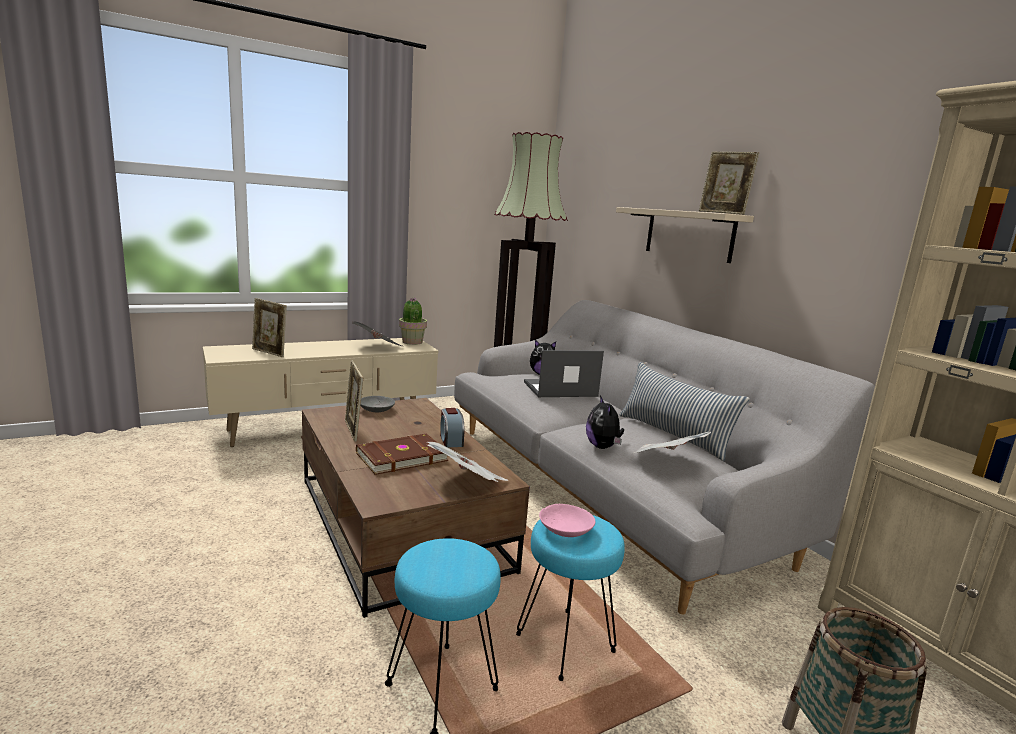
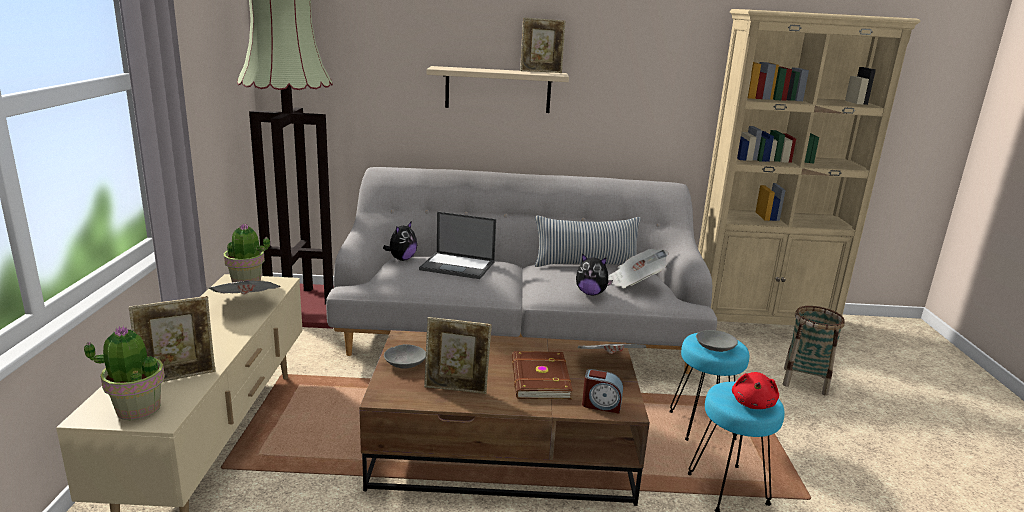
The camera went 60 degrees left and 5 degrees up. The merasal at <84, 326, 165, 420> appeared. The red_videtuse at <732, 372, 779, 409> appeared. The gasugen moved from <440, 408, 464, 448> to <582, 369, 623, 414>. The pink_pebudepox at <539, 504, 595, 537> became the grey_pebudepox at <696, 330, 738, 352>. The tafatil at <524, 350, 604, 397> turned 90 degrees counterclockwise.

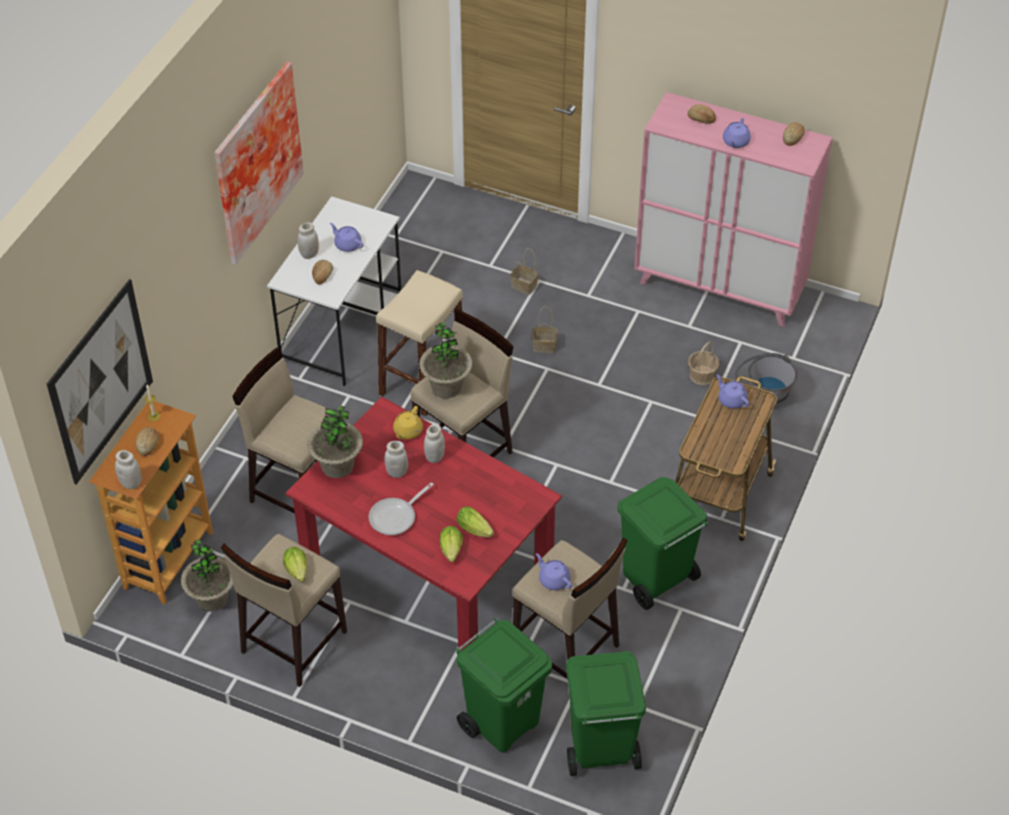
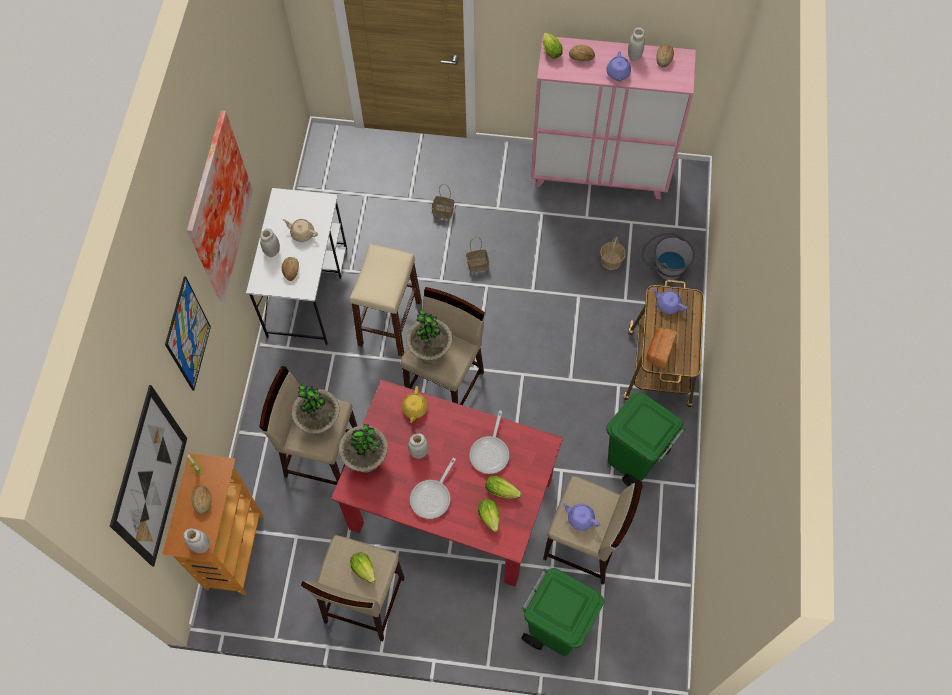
The camera went 15 degrees left and 15 degrees up. The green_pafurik at <566, 651, 646, 776> disappeared. The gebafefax at <165, 276, 211, 391> appeared. The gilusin at <470, 411, 509, 474> appeared. The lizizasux at <543, 32, 563, 59> appeared. The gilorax at <646, 328, 677, 369> appeared. The merasal moved from <181, 539, 233, 612> to <292, 384, 340, 435>. The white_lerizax moved from <424, 424, 445, 463> to <628, 27, 645, 61>. The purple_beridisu at <330, 223, 363, 252> became the beige_beridisu at <282, 219, 318, 242>.

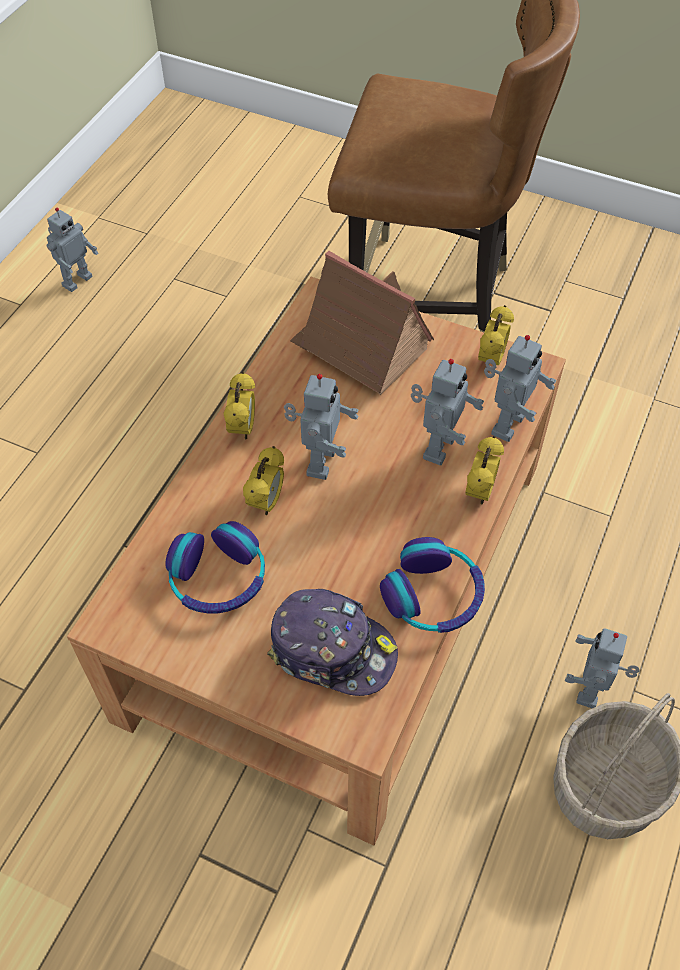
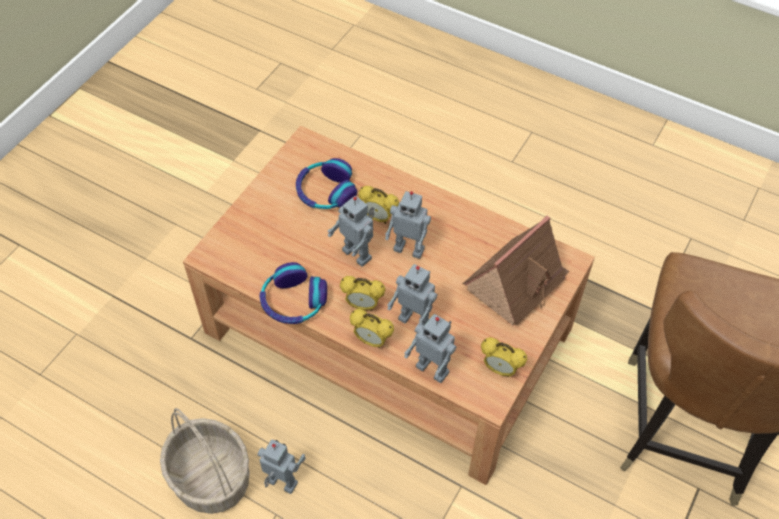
The camera went 95 degrees right and 0 degrees up. The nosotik at <267, 589, 398, 696> disappeared. The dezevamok moved from <46, 208, 99, 292> to <327, 196, 375, 267>. The gasugen moved from <223, 372, 255, 439> to <340, 276, 385, 311>.

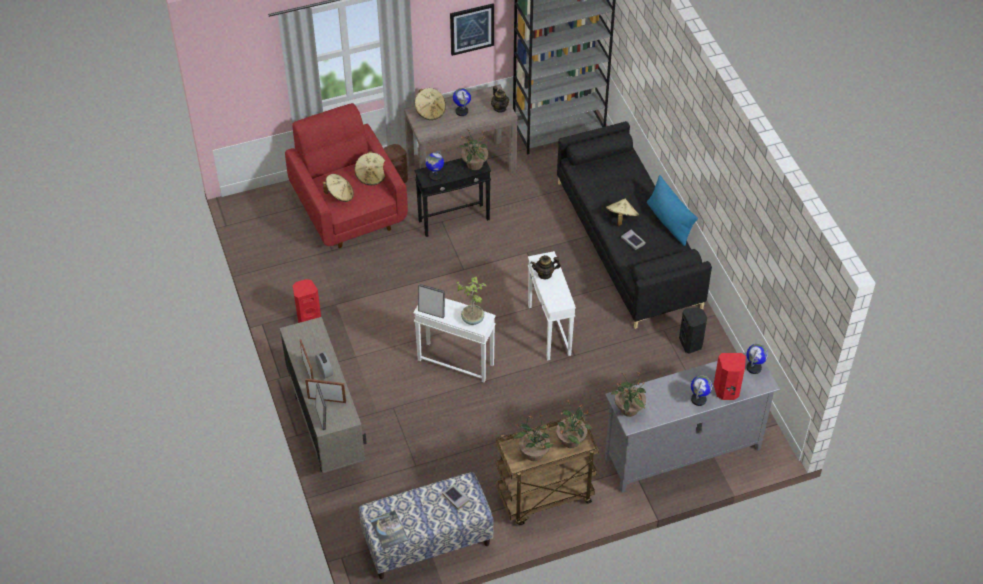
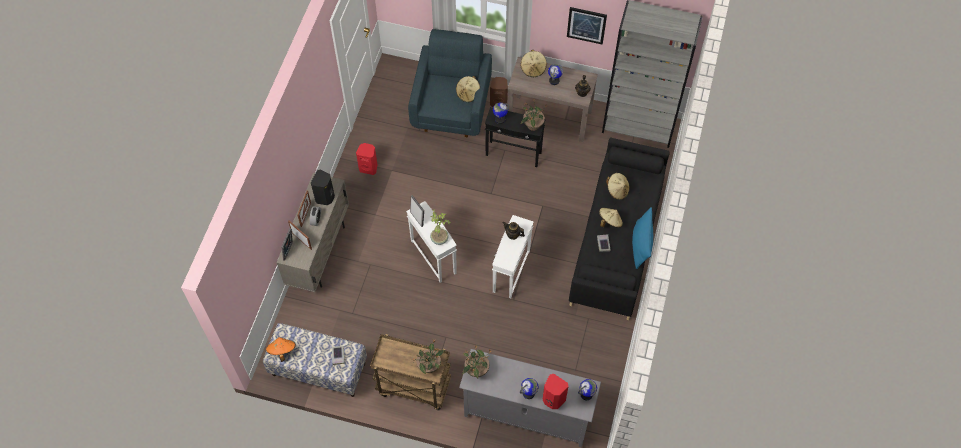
The camera went 35 degrees right and 10 degrees up. The merasal at <513, 414, 554, 461> disappeared. The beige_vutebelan moved from <323, 174, 354, 202> to <606, 173, 630, 200>. The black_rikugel moved from <679, 307, 707, 354> to <311, 170, 335, 205>. The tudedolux at <370, 510, 409, 550> was replaced by the orange_vutebelan at <266, 337, 296, 362>. The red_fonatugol at <285, 103, 408, 248> became the blue_fonatugol at <408, 29, 492, 137>.

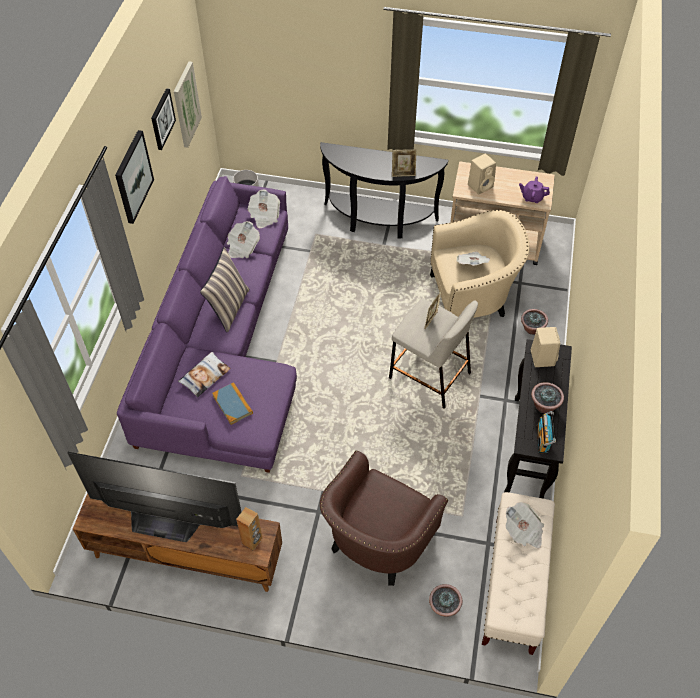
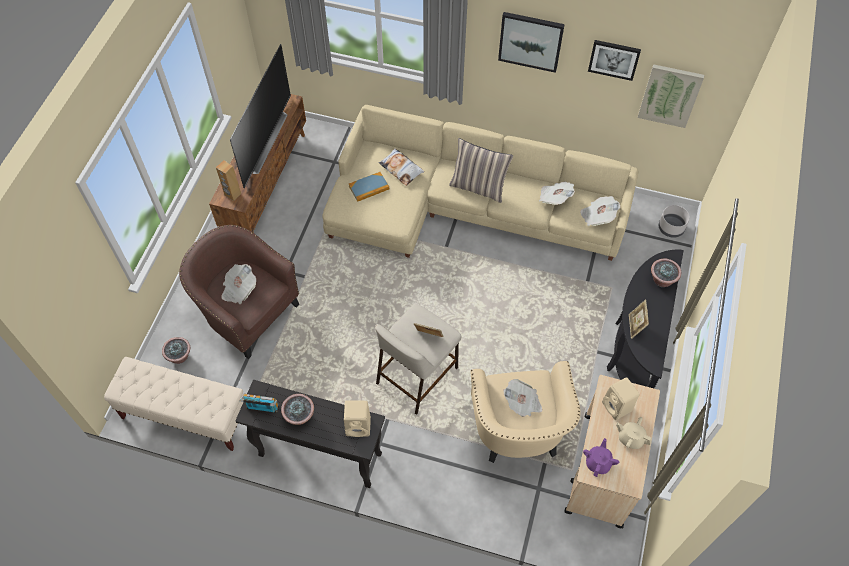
The camera went 95 degrees right and 5 degrees up. The beige_beridisu at <616, 417, 652, 449> appeared. The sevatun moved from <506, 502, 544, 549> to <221, 264, 256, 304>. The merasal moved from <521, 309, 548, 335> to <651, 259, 681, 287>. The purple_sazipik at <117, 176, 297, 473> became the beige_sazipik at <322, 105, 638, 261>.

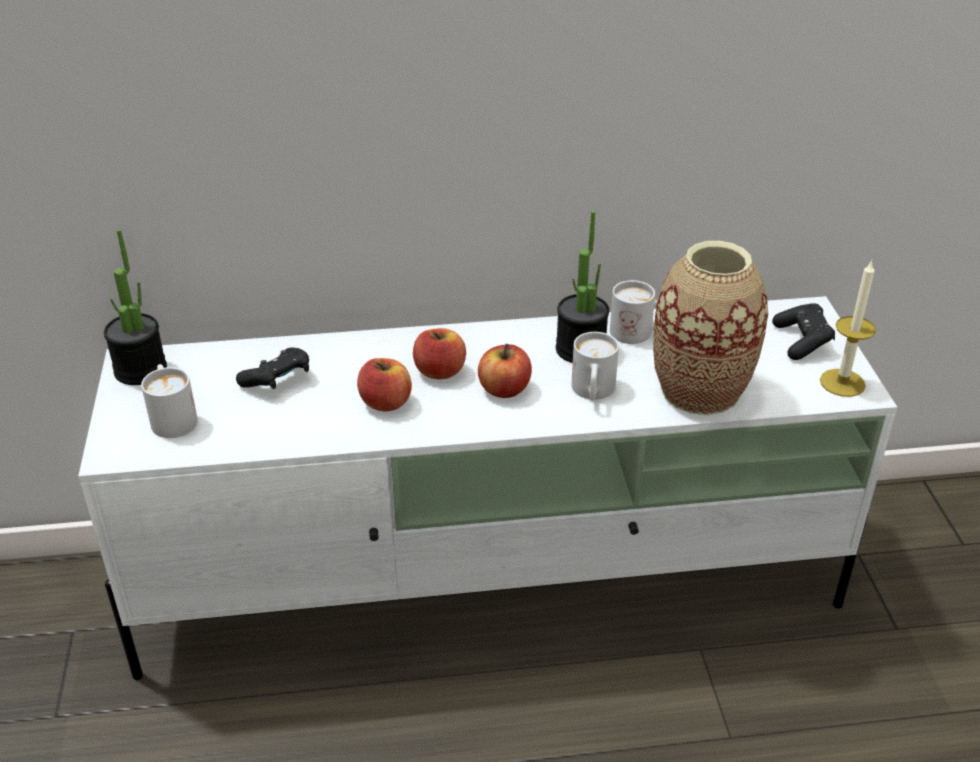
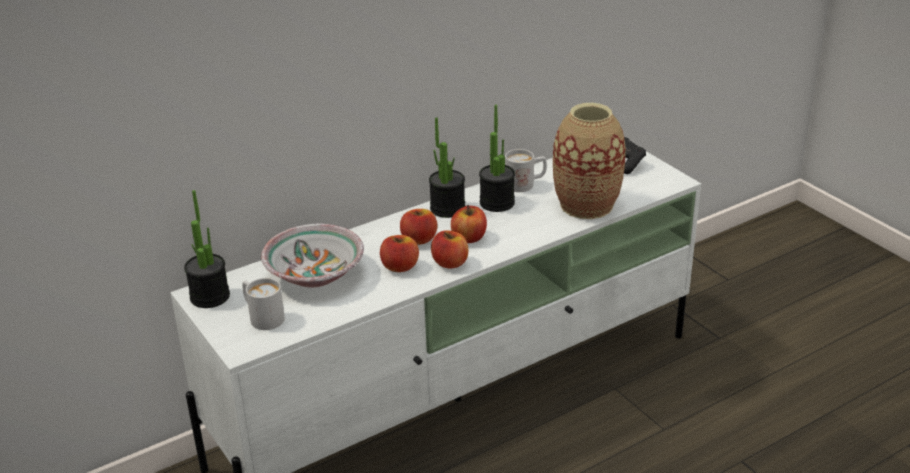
The camera went 25 degrees left and 5 degrees down. The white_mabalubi at <572, 332, 619, 401> disappeared. The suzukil at <820, 260, 876, 397> disappeared. The merasal at <429, 117, 465, 218> appeared. The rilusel at <431, 230, 468, 269> appeared. The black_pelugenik at <236, 348, 309, 389> was replaced by the pebudepox at <261, 224, 364, 288>.

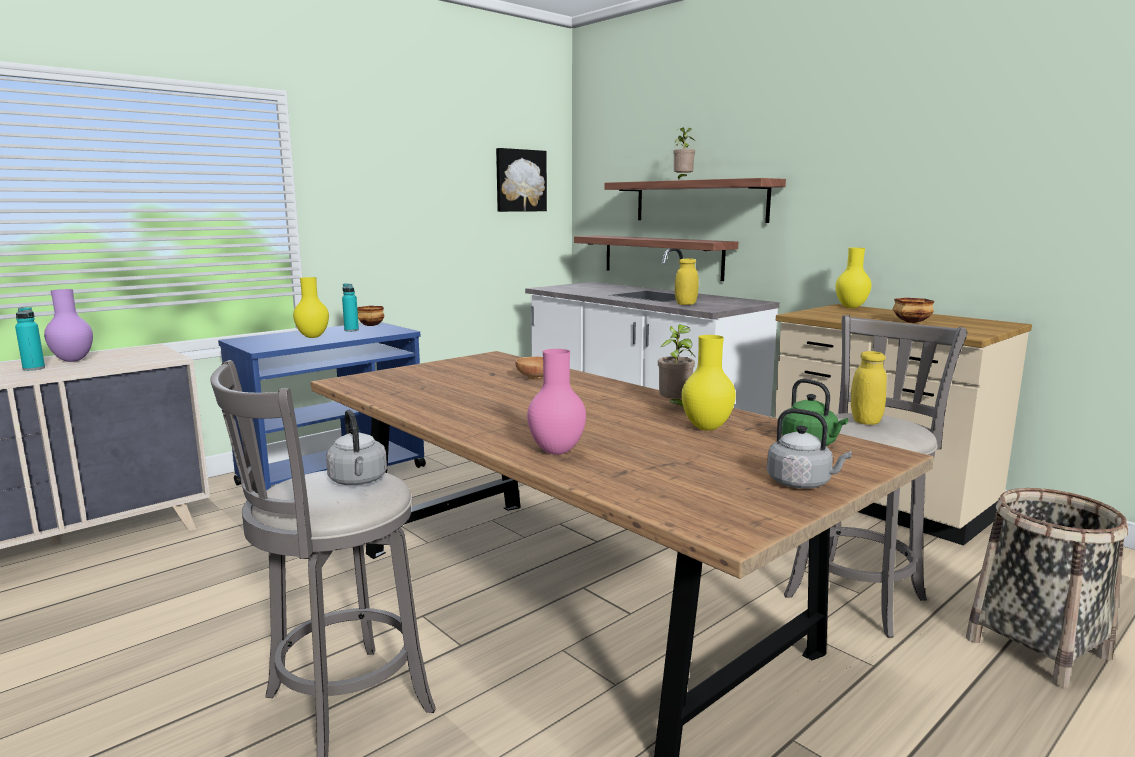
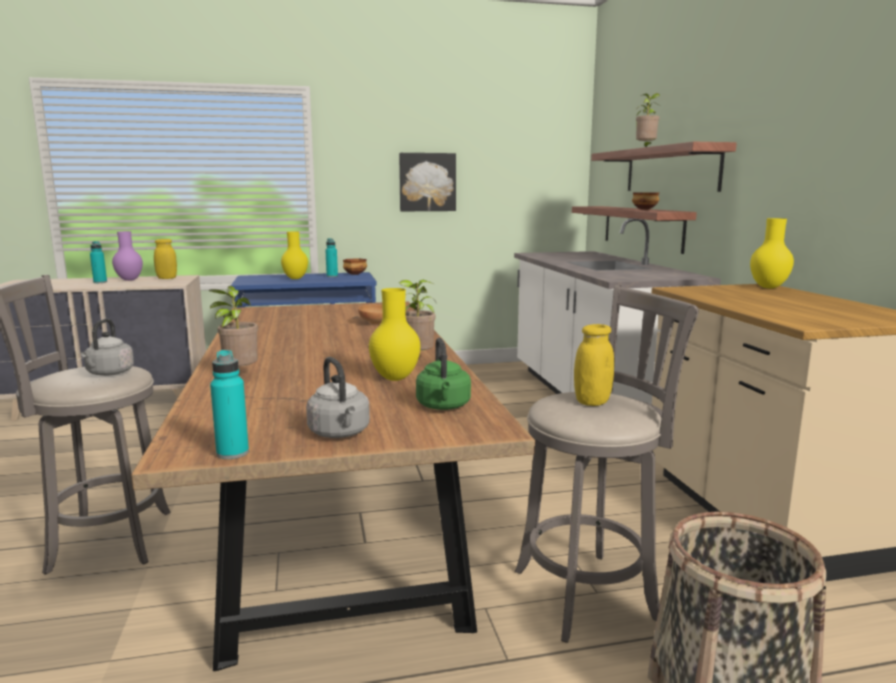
The camera went 30 degrees right and 0 degrees up. The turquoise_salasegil at <210, 350, 249, 459> appeared. The gebafefax moved from <496, 148, 547, 212> to <399, 153, 456, 211>. The yellow_lerizax moved from <675, 258, 699, 305> to <154, 239, 177, 279>. The pebudepox moved from <893, 298, 934, 323> to <632, 193, 659, 210>. The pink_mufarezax at <527, 349, 586, 455> was replaced by the merasal at <209, 286, 258, 366>.

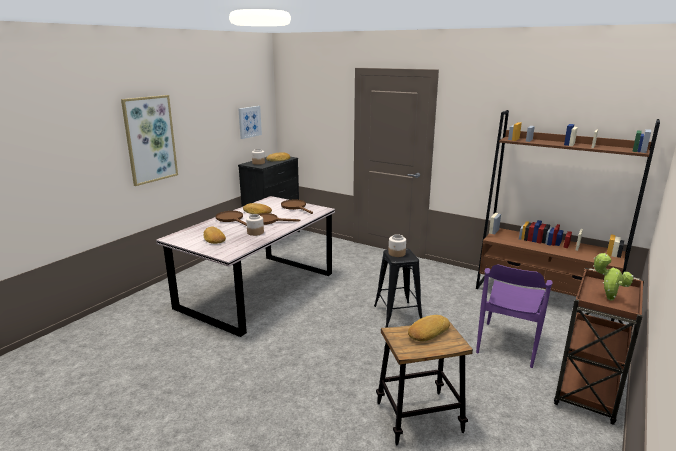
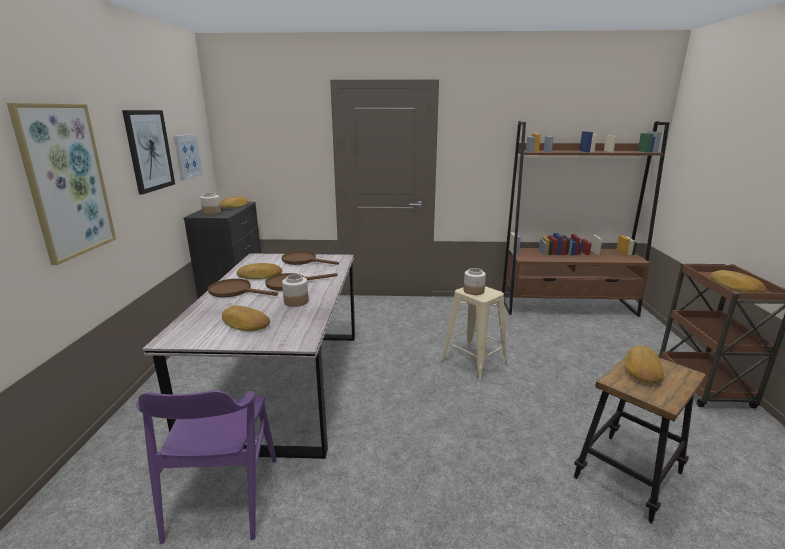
The camera went 30 degrees left and 0 degrees up. The gebafefax at <122, 110, 175, 194> appeared. The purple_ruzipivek moved from <476, 265, 553, 368> to <136, 390, 276, 544>. The merasal at <594, 253, 633, 301> was replaced by the gilorax at <710, 270, 767, 293>. The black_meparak at <374, 248, 422, 328> became the beige_meparak at <440, 286, 508, 382>.

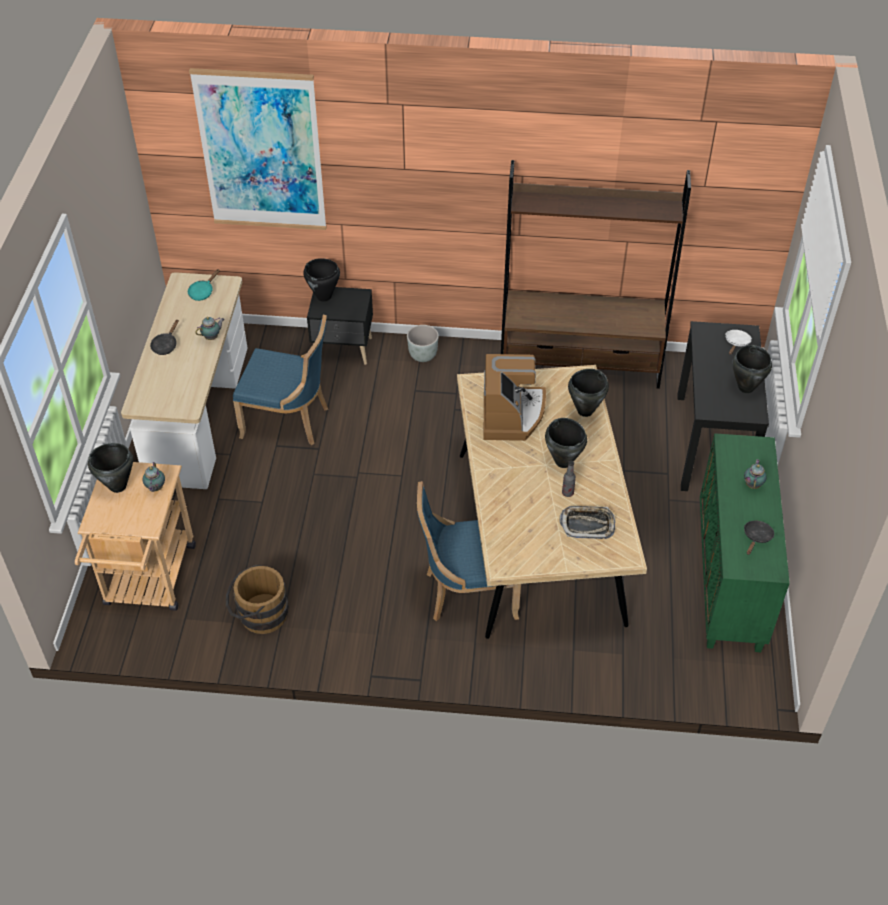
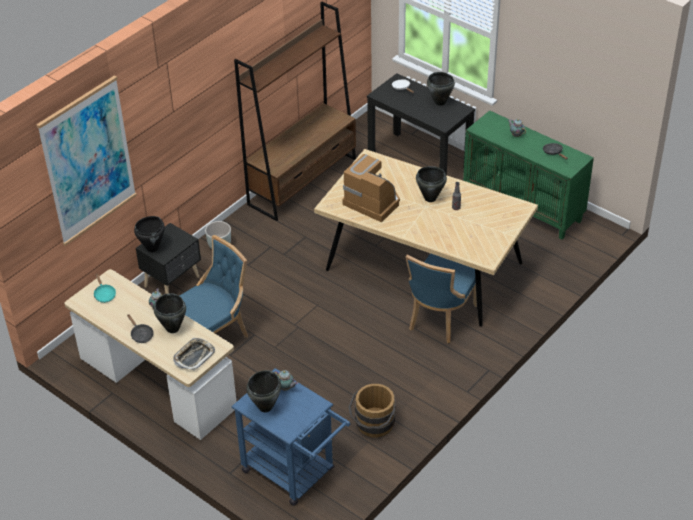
The camera went 55 degrees left and 5 degrees down. The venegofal moved from <560, 506, 615, 539> to <173, 338, 215, 370>. The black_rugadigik moved from <568, 369, 609, 417> to <154, 293, 186, 333>. The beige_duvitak at <75, 462, 196, 611> became the blue_duvitak at <231, 368, 350, 506>.

